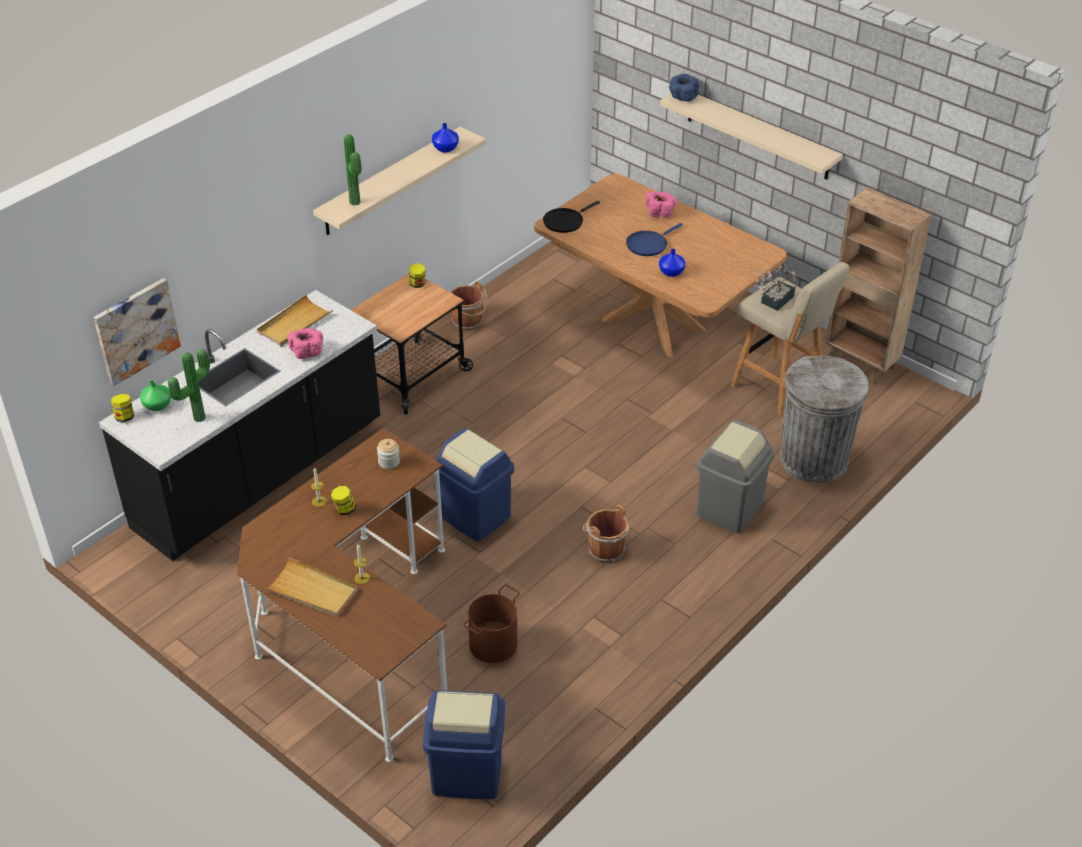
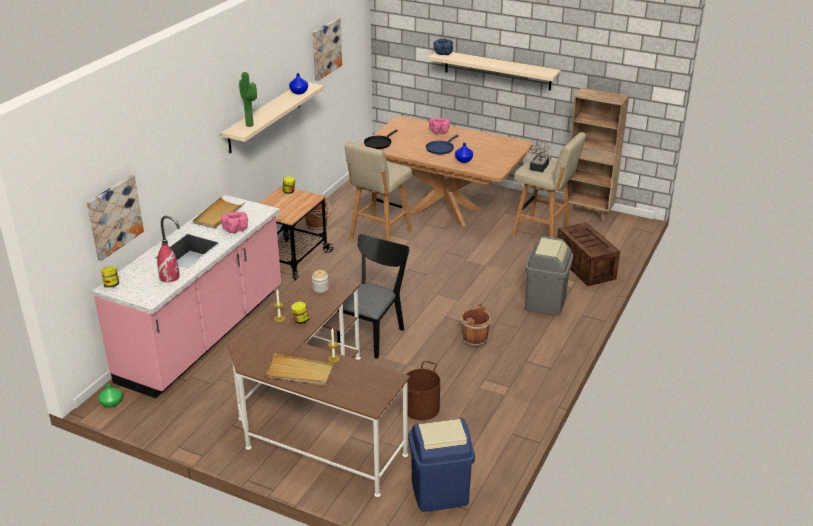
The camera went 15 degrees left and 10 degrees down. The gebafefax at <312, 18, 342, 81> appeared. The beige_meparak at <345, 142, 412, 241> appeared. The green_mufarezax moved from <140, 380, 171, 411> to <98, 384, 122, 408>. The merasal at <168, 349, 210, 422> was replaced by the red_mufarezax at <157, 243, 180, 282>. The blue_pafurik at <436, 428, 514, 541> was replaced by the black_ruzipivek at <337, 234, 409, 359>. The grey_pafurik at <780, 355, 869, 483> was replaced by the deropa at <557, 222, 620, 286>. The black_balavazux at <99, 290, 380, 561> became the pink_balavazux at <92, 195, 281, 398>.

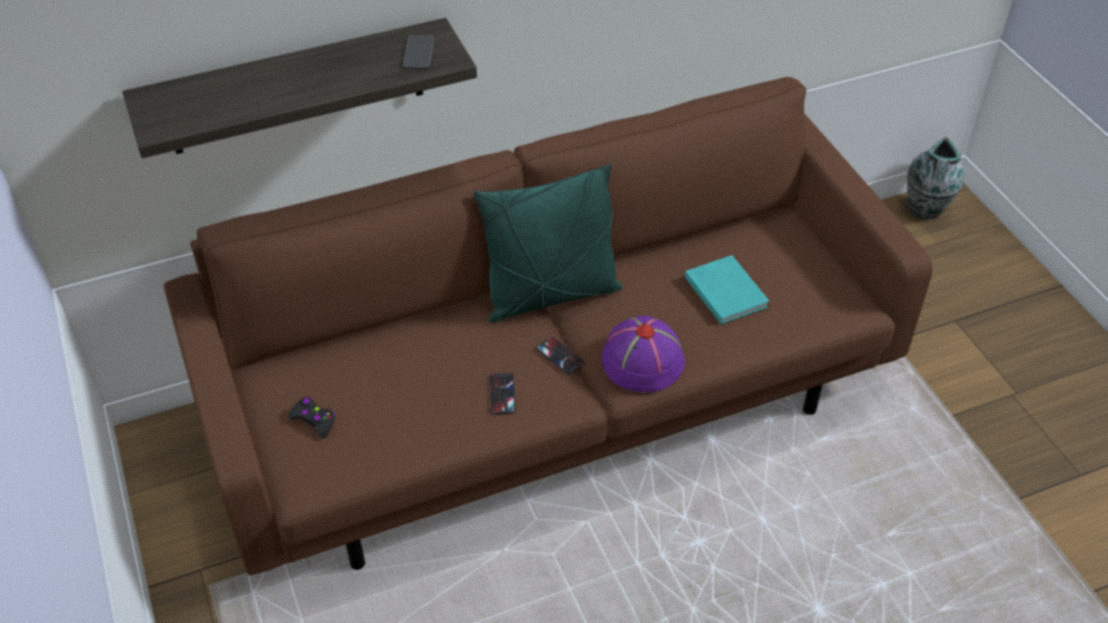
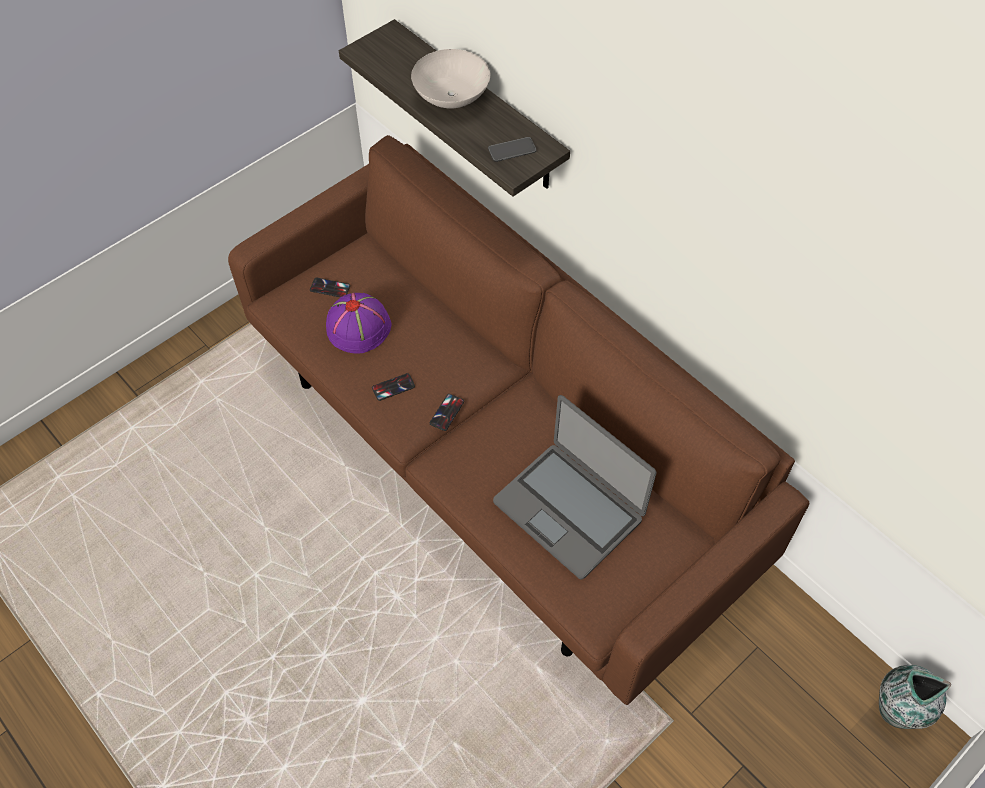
The camera went 70 degrees right and 10 degrees up. The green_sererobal at <474, 164, 623, 322> disappeared. The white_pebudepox at <411, 49, 490, 109> appeared. The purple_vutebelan moved from <602, 315, 685, 392> to <326, 293, 391, 353>. The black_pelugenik at <288, 397, 335, 438> was replaced by the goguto at <310, 278, 350, 297>. The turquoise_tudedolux at <685, 255, 770, 325> was replaced by the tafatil at <493, 395, 656, 579>.

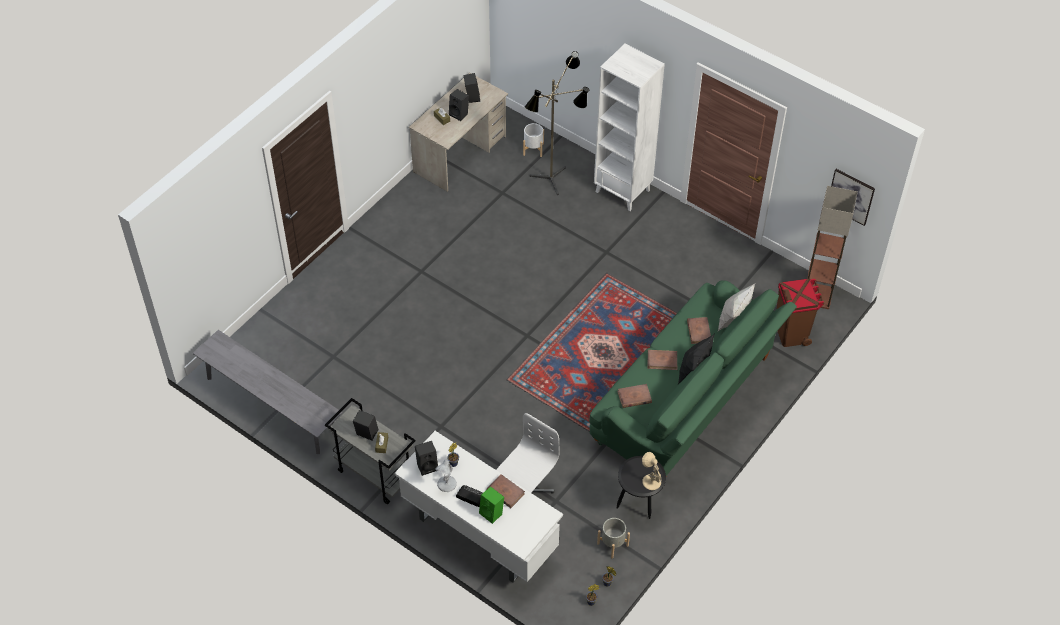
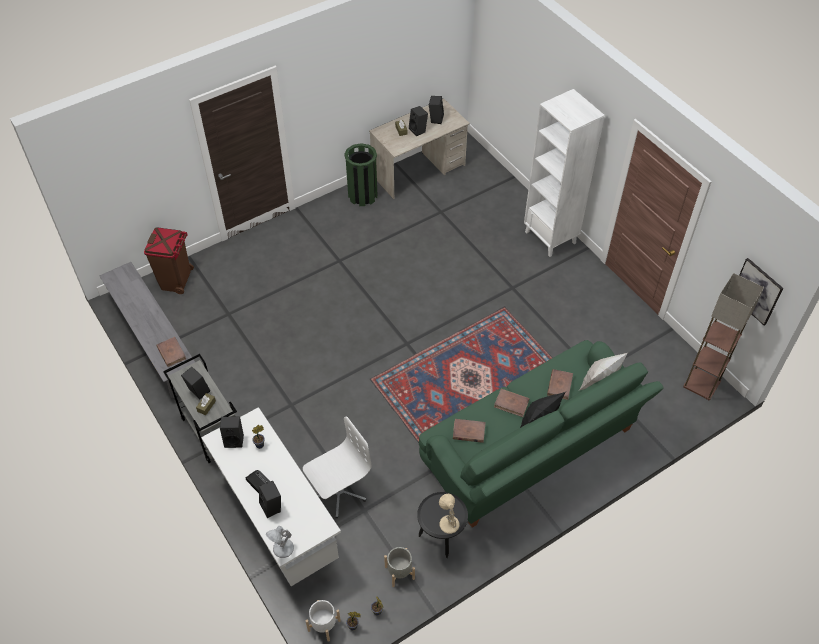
The camera went 20 degrees right and 0 degrees up. The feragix at <525, 51, 589, 195> disappeared. The green_pafurik at <344, 143, 377, 206> appeared. The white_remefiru moved from <435, 459, 457, 492> to <266, 526, 294, 558>. The brown_tudedolux moved from <486, 474, 525, 508> to <156, 337, 186, 367>. The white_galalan moved from <523, 123, 544, 157> to <306, 600, 341, 642>. The brown_pafurik moved from <776, 279, 824, 347> to <144, 227, 194, 294>. The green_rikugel at <479, 487, 504, 524> became the black_rikugel at <259, 481, 281, 518>.

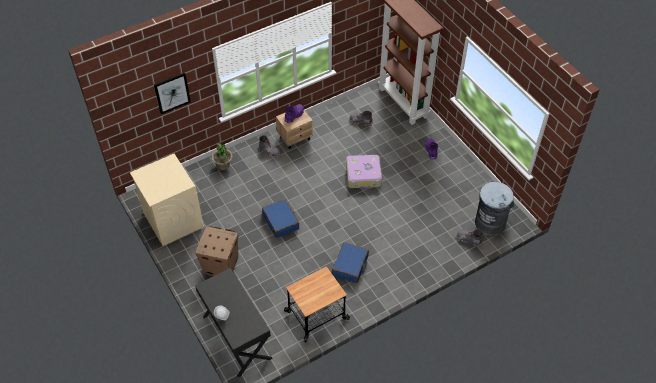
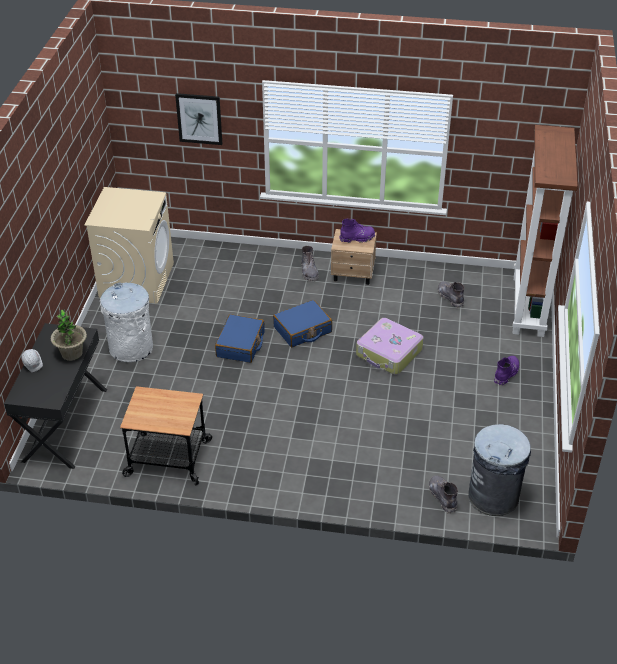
The camera went 40 degrees right and 10 degrees down. The merasal moved from <212, 143, 233, 170> to <50, 309, 87, 361>. The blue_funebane moved from <332, 242, 369, 283> to <273, 300, 332, 347>. The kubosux at <195, 226, 238, 276> was replaced by the white_pafurik at <100, 282, 153, 362>.

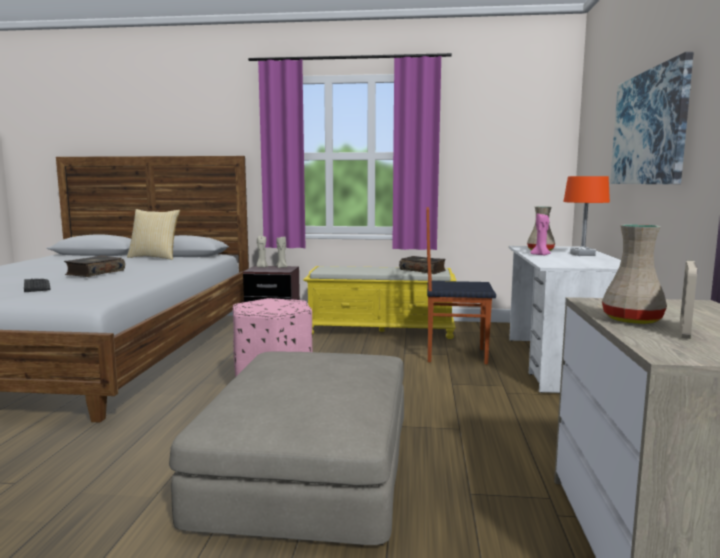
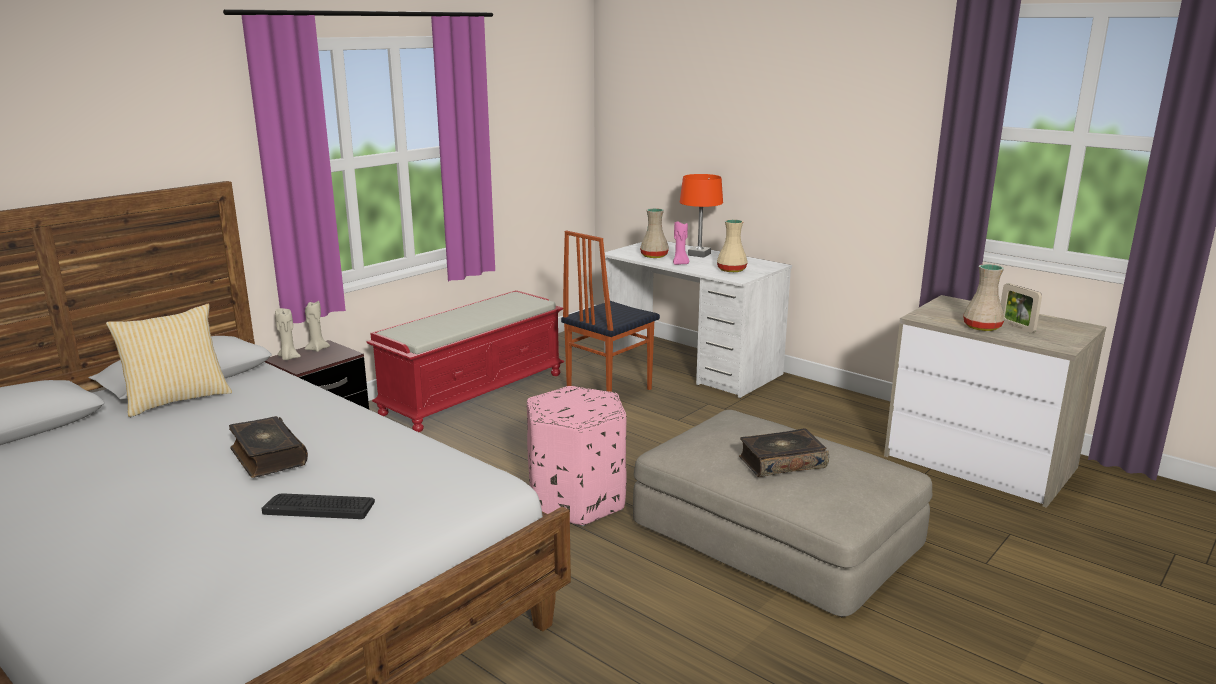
The camera went 55 degrees left and 10 degrees up. The gebafefax at <610, 52, 694, 184> disappeared. The beige_mufarezax at <717, 220, 747, 272> appeared. The tudedolux moved from <399, 256, 446, 274> to <739, 428, 829, 477>. The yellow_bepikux at <303, 266, 456, 339> became the red_bepikux at <366, 290, 564, 432>.

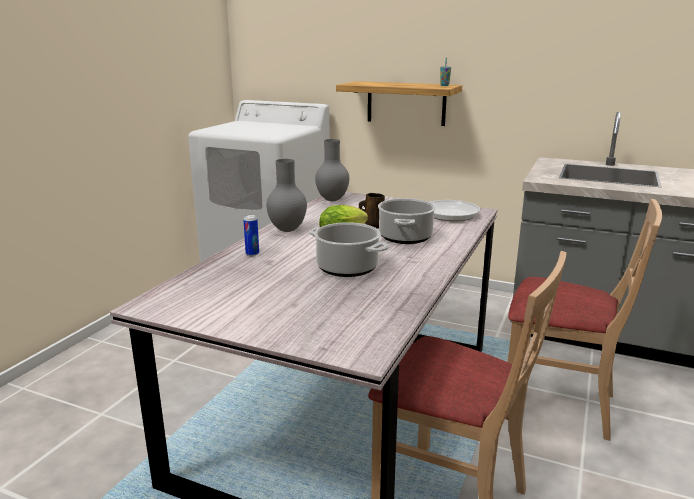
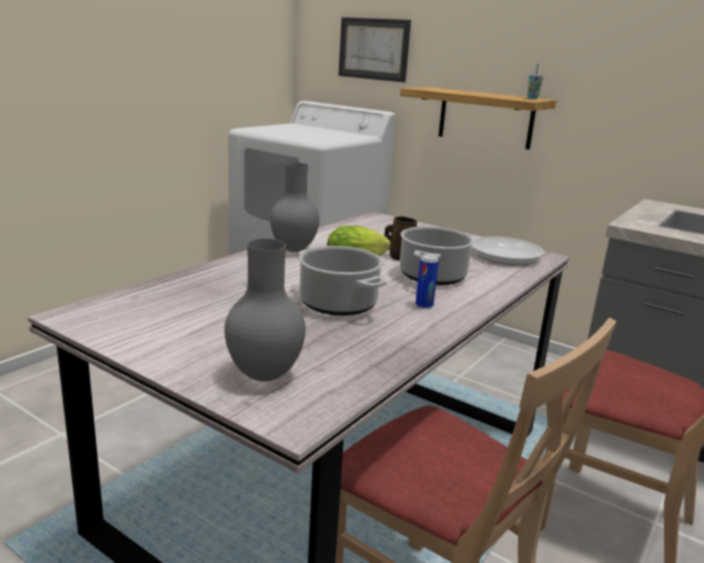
The camera went 10 degrees right and 0 degrees up. The gebafefax at <338, 17, 411, 82> appeared. The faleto moved from <243, 215, 259, 256> to <416, 254, 439, 309>. The grey_mufarezax moved from <315, 139, 349, 201> to <224, 239, 306, 382>.

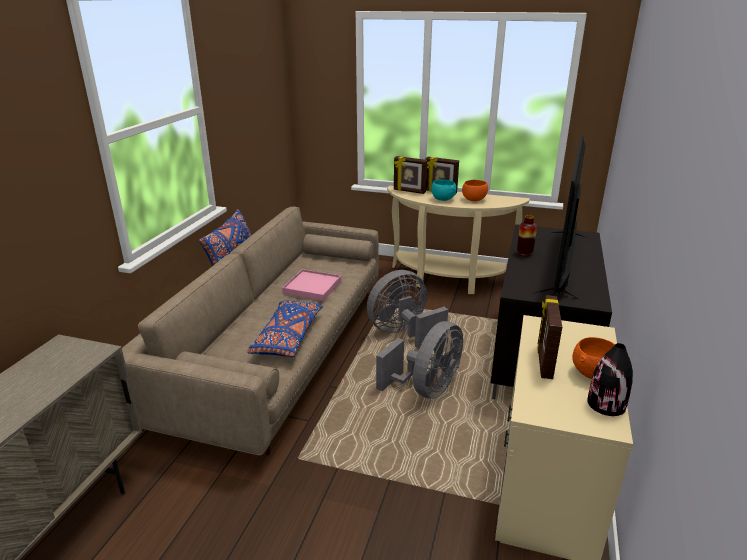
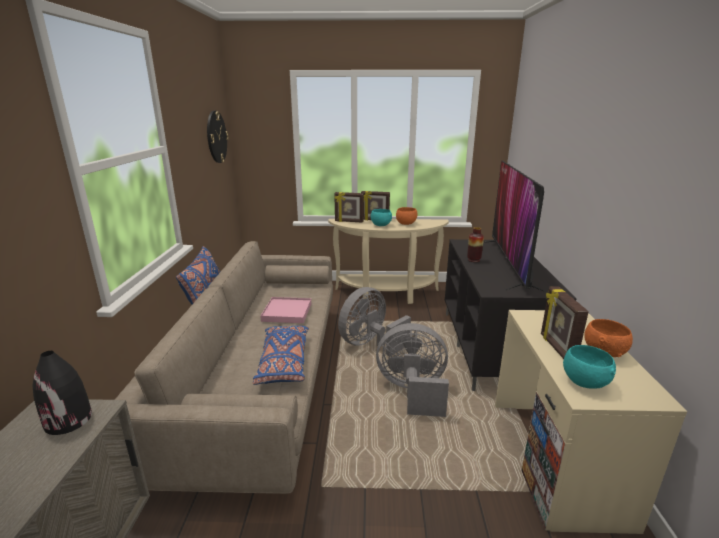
The camera went 15 degrees left and 5 degrees down. The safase at <207, 111, 229, 163> appeared. The turquoise_pebudepox at <563, 345, 616, 389> appeared. The black_mufarezax moved from <587, 343, 633, 416> to <33, 351, 92, 435>. The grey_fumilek at <376, 321, 463, 399> turned 105 degrees counterclockwise.

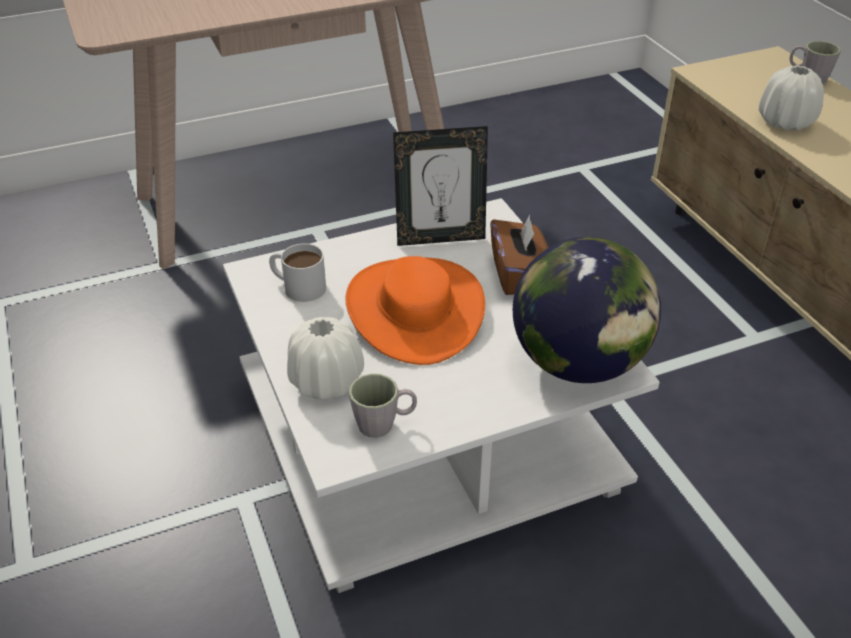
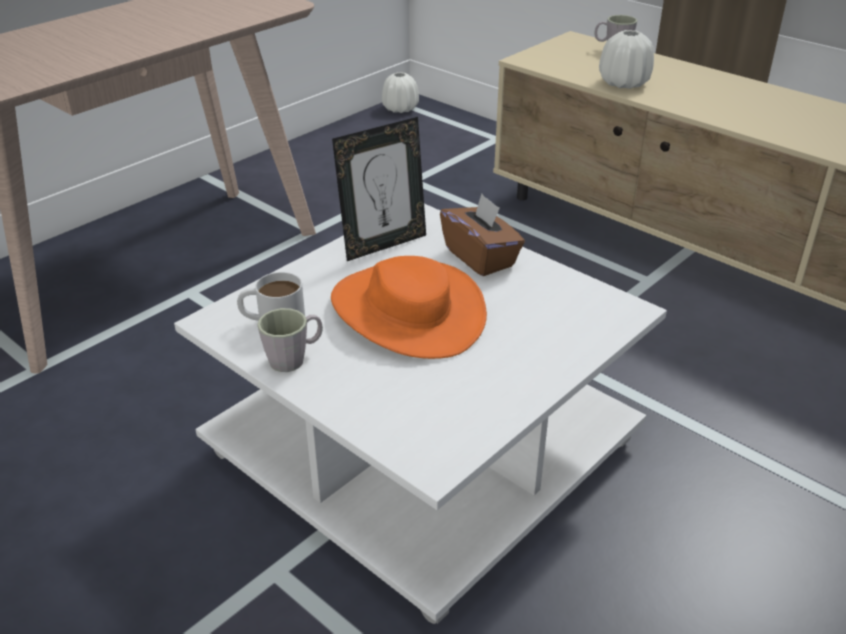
The camera went 25 degrees left and 5 degrees down. The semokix at <513, 237, 661, 383> disappeared. The white_mufarezax moved from <287, 317, 364, 400> to <382, 72, 419, 113>. The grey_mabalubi moved from <349, 373, 417, 438> to <257, 308, 323, 372>.

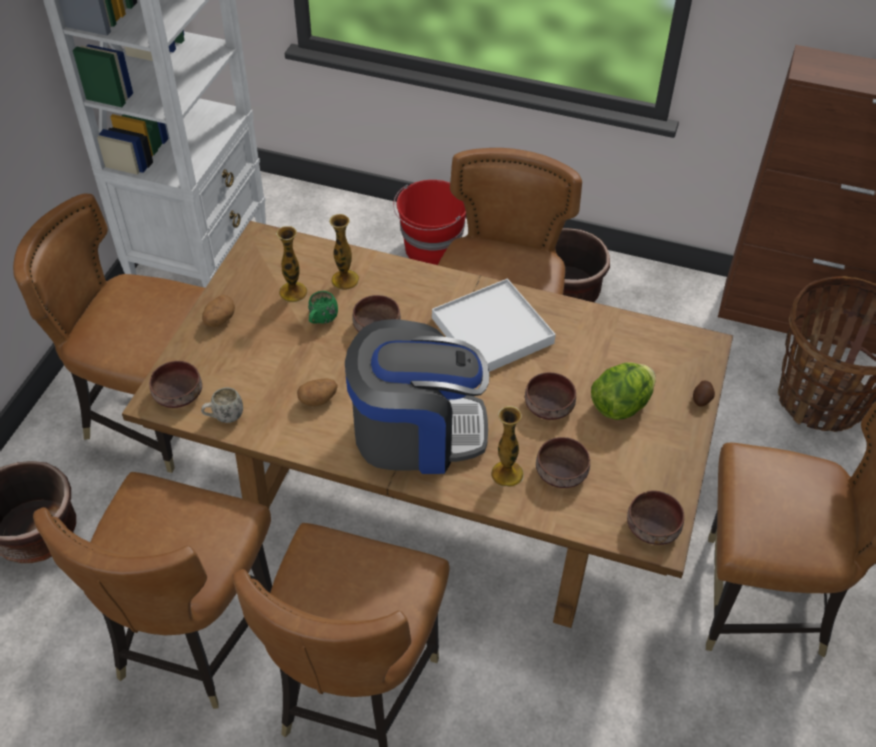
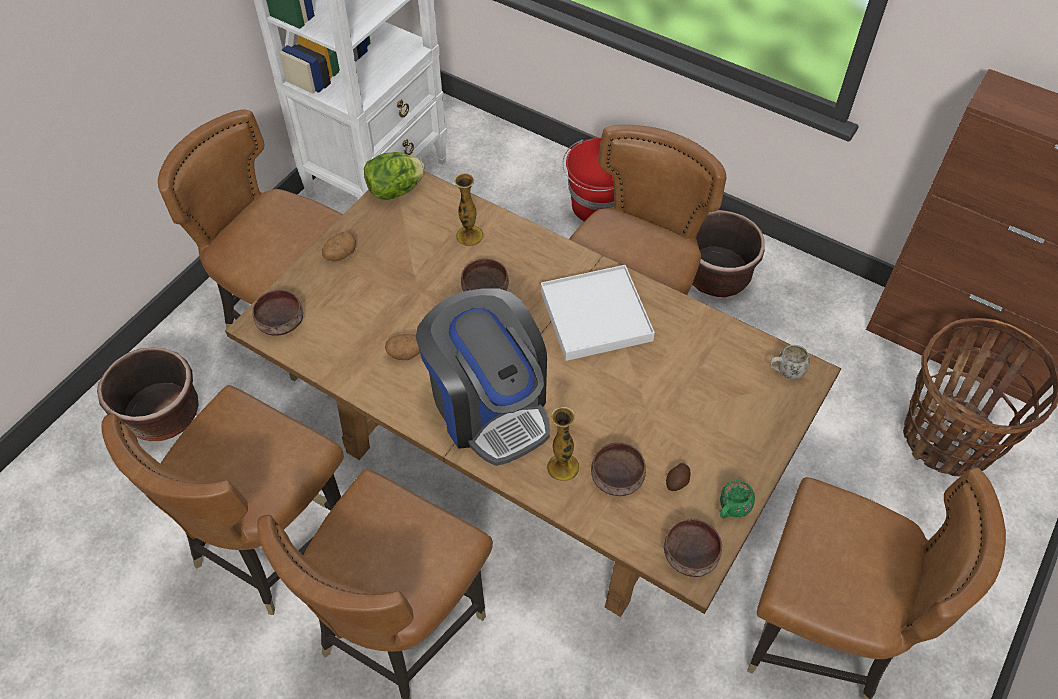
The camera went 15 degrees right and 5 degrees up. The mufarezax at <276, 226, 308, 302> disappeared. The brown_pebudepox at <525, 372, 576, 420> disappeared. The white_mabalubi moved from <201, 387, 243, 423> to <769, 345, 810, 379>. The green_mabalubi moved from <308, 291, 338, 324> to <720, 480, 755, 518>. The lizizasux moved from <591, 362, 656, 420> to <364, 152, 425, 200>. The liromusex moved from <693, 380, 715, 407> to <666, 463, 691, 491>. The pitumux at <345, 319, 489, 474> turned 45 degrees clockwise.

